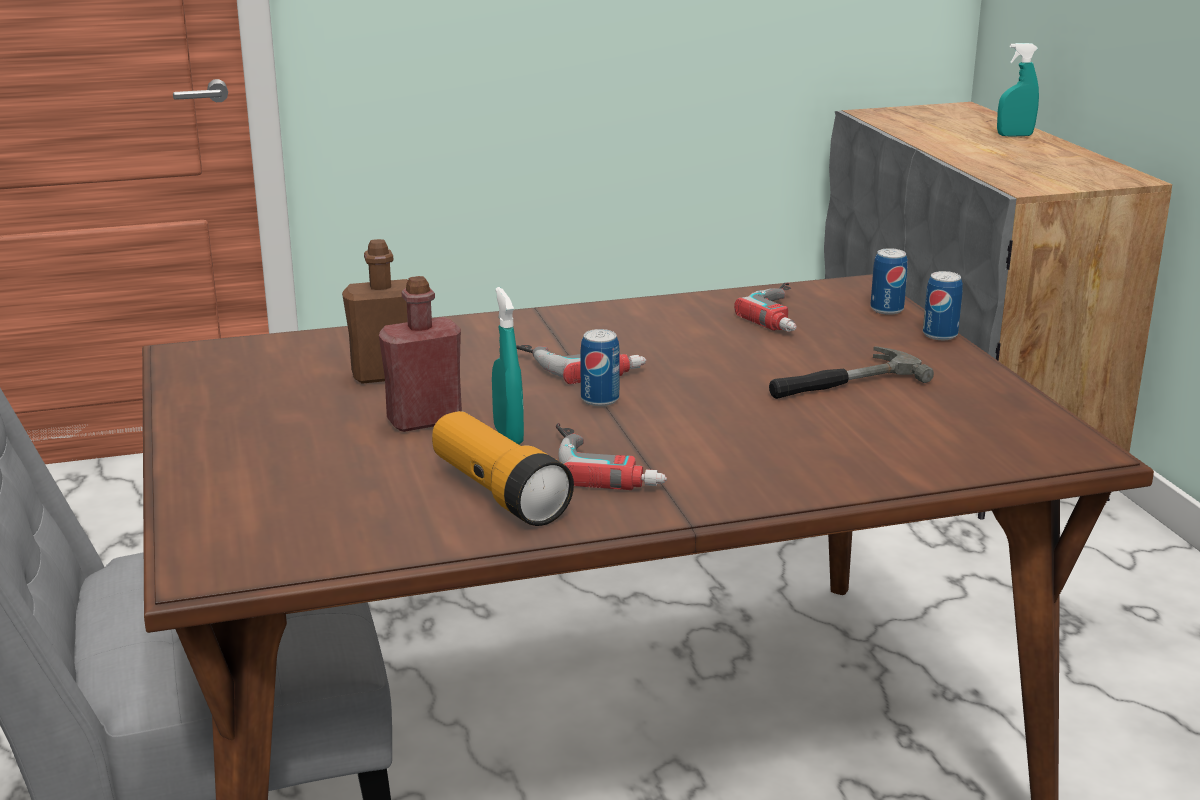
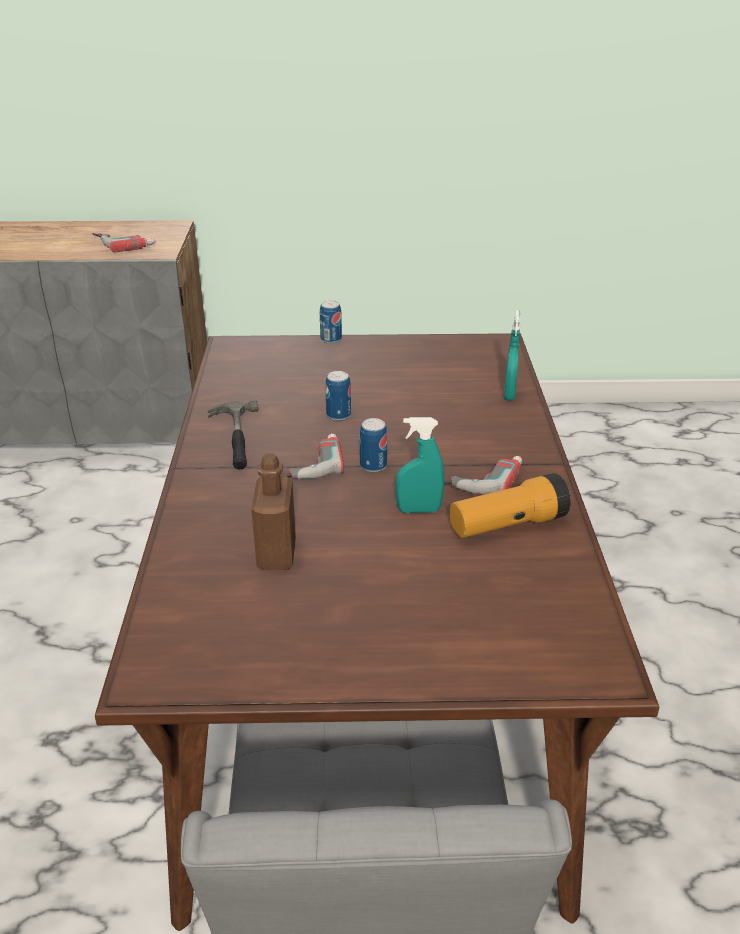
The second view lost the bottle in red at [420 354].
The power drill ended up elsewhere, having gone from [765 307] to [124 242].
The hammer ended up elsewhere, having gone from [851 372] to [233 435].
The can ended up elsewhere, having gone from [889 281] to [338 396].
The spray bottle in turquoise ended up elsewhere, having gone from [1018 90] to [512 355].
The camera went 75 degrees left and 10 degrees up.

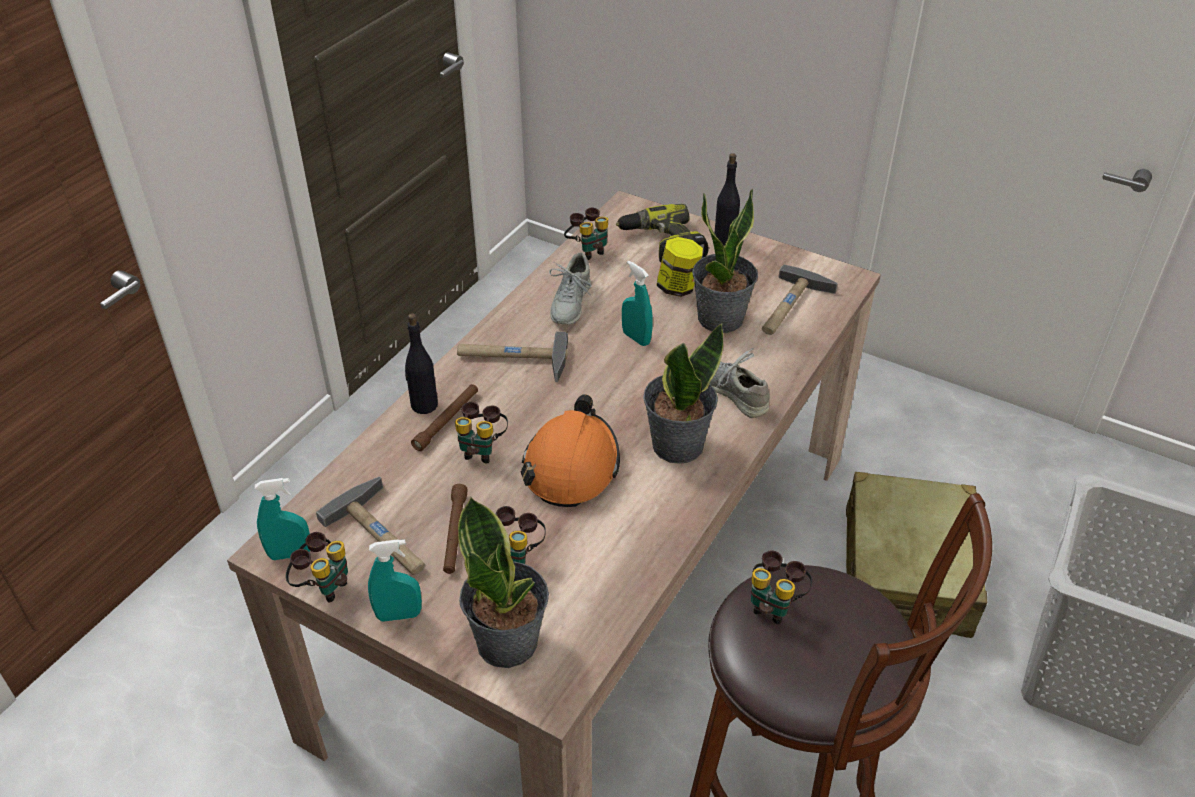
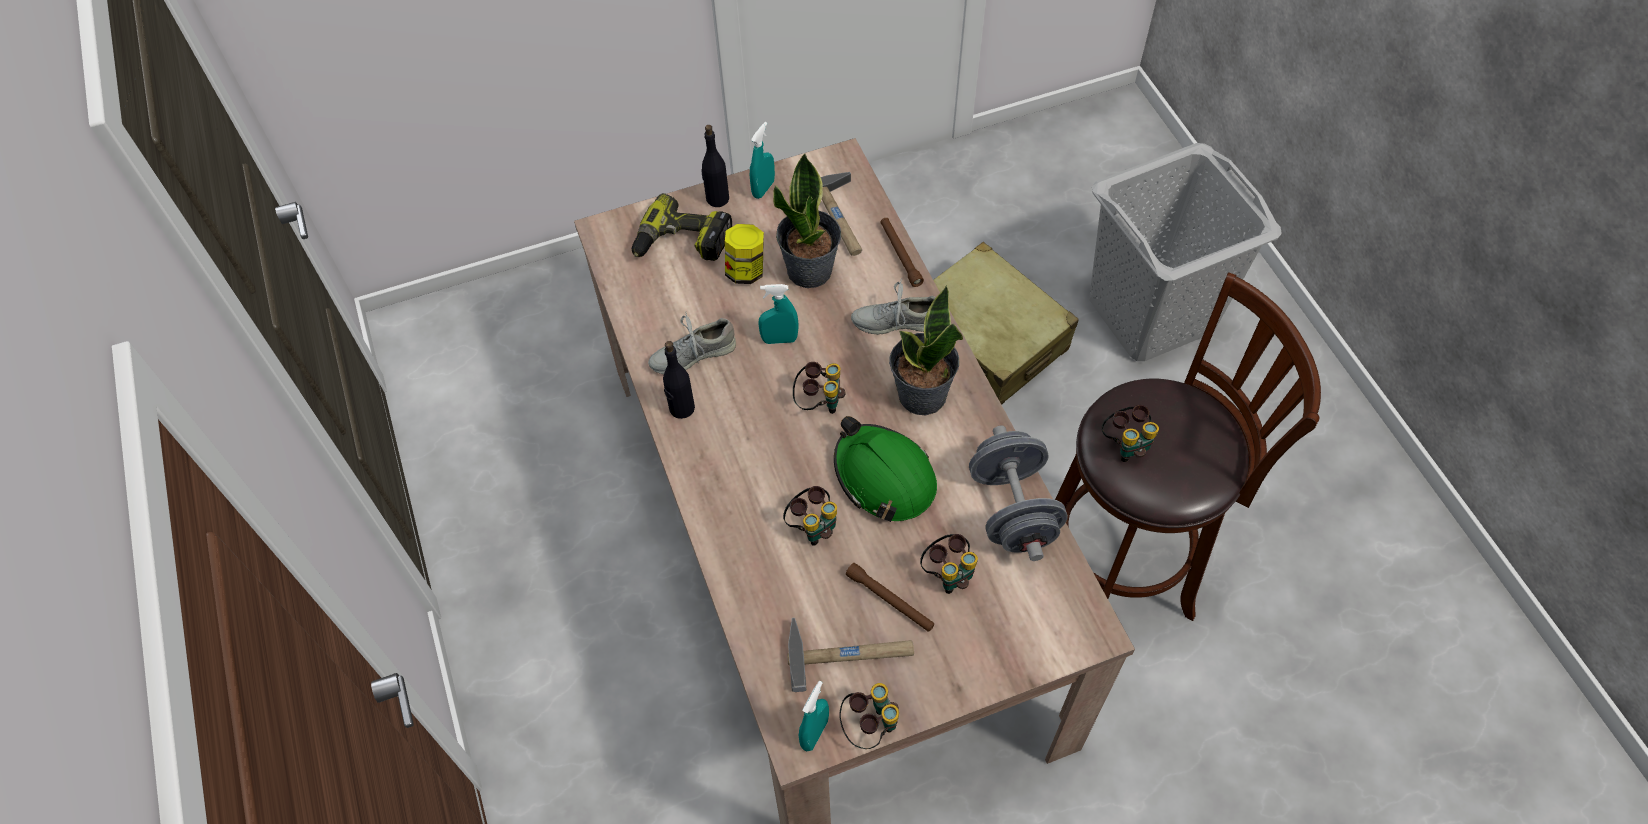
The second view lost the hammer at [512 356].
The second view lost the potted plant at [503 582].
The second view gained the dumbbell in grey at [1018 493].
The spray bottle in turquoise ended up elsewhere, having gone from [395 580] to [762 160].
The bottle in black ended up elsewhere, having gone from [421 363] to [679 380].
The flashlight in brown ended up elsewhere, having gone from [444 417] to [902 252].
The binoculars ended up elsewhere, having gone from [586 234] to [819 388].
What was the hard hat in orange at [570 450] turned into the hard hat in green at [885 469].
The shoe in grey at [570 288] ended up facing another way, 105 degrees clockwise from before.
The camera went 50 degrees left and 15 degrees up.

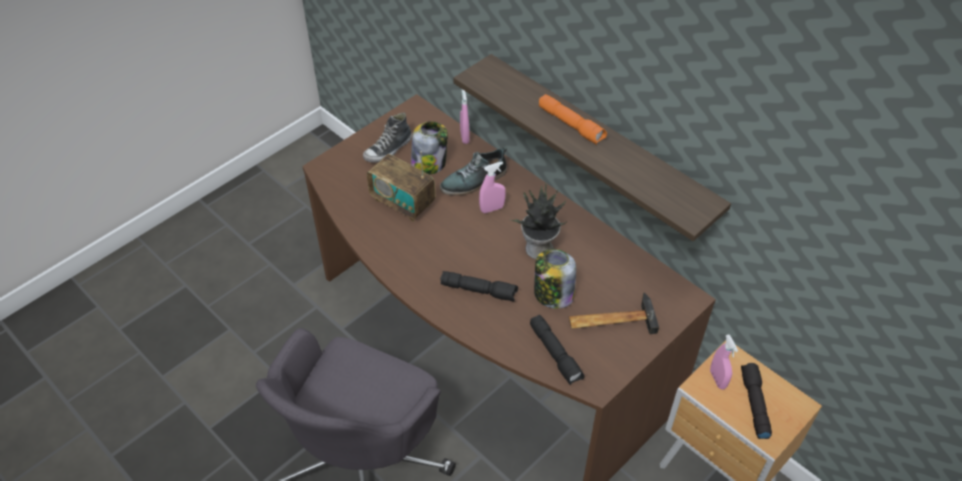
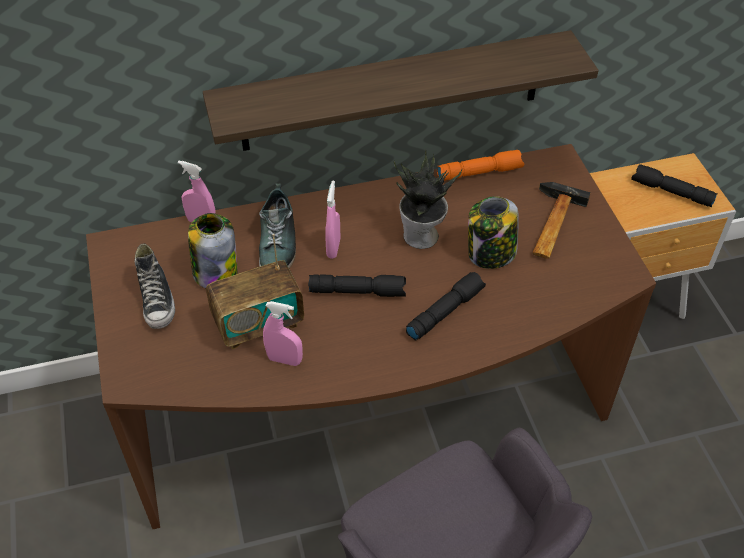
The flashlight in black ended up elsewhere, having gone from [557 350] to [357 285].
The flashlight in orange ended up elsewhere, having gone from [573 119] to [480 165].
The spray bottle in pink ended up elsewhere, having gone from [724 362] to [283 333].
The camera went 60 degrees left and 0 degrees up.

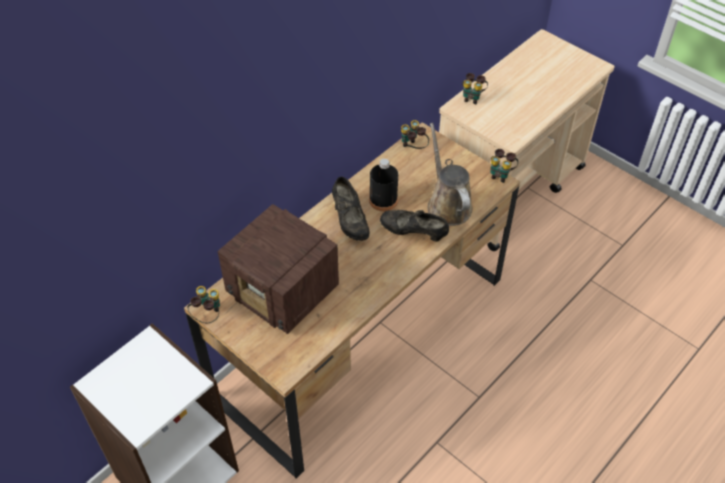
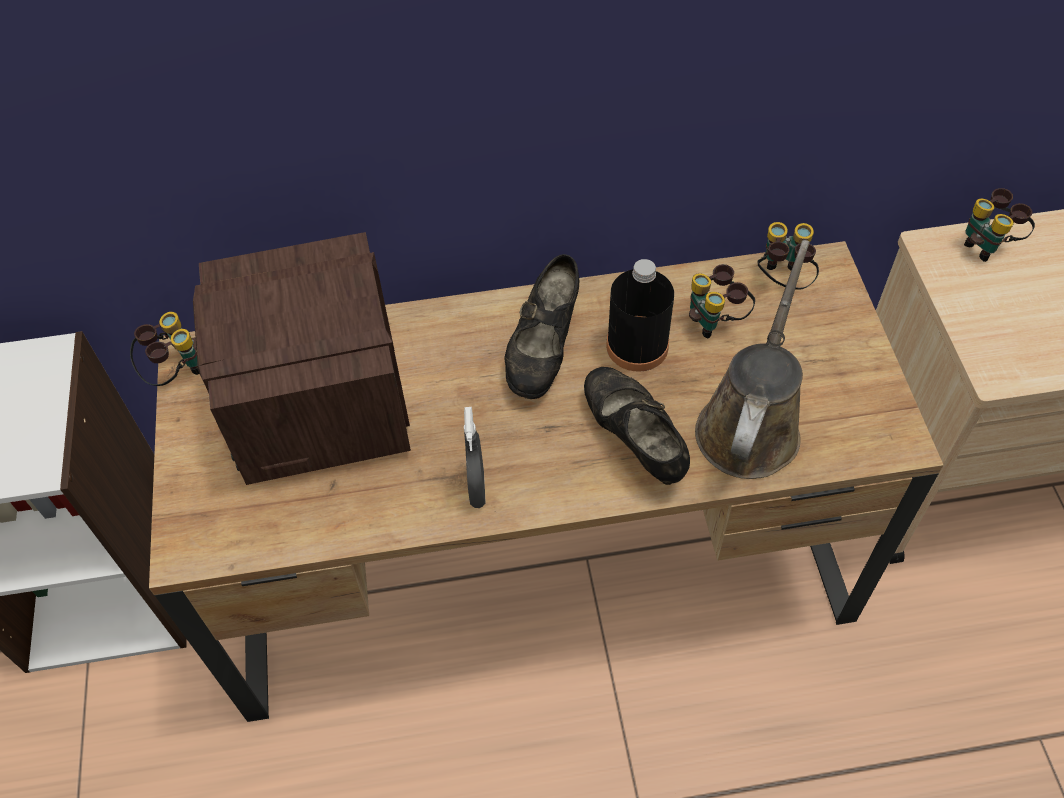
The second view gained the spray bottle in grey at [475 457].
The binoculars ended up elsewhere, having gone from [504 166] to [722 301].
The camera went 40 degrees right and 5 degrees up.

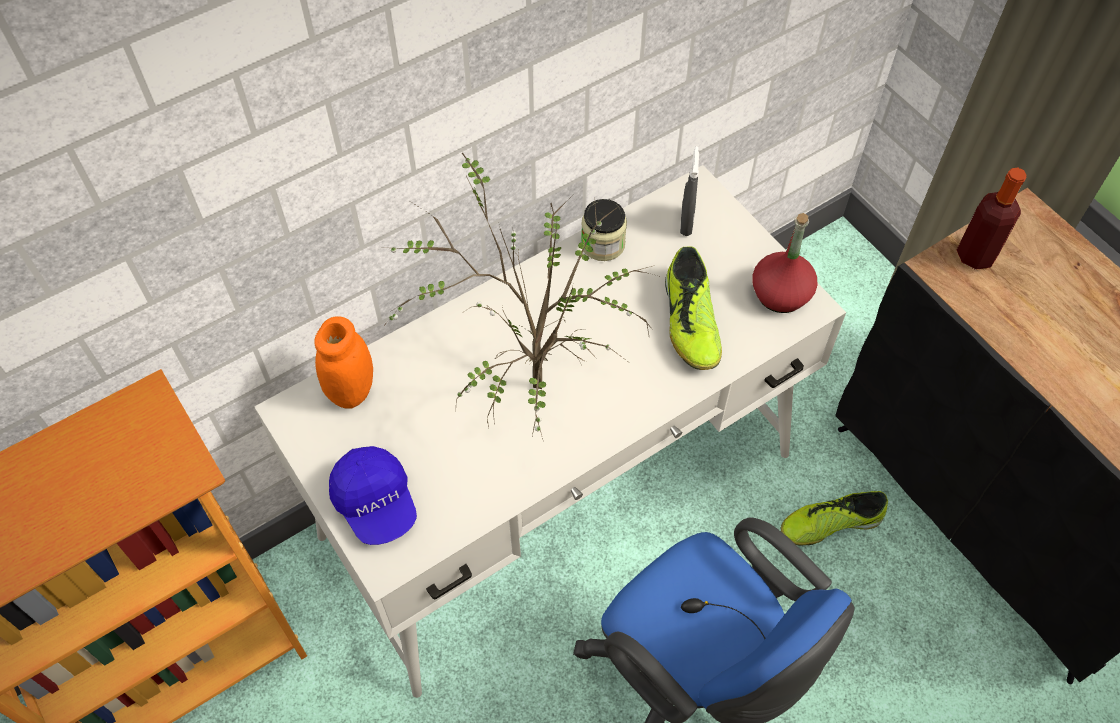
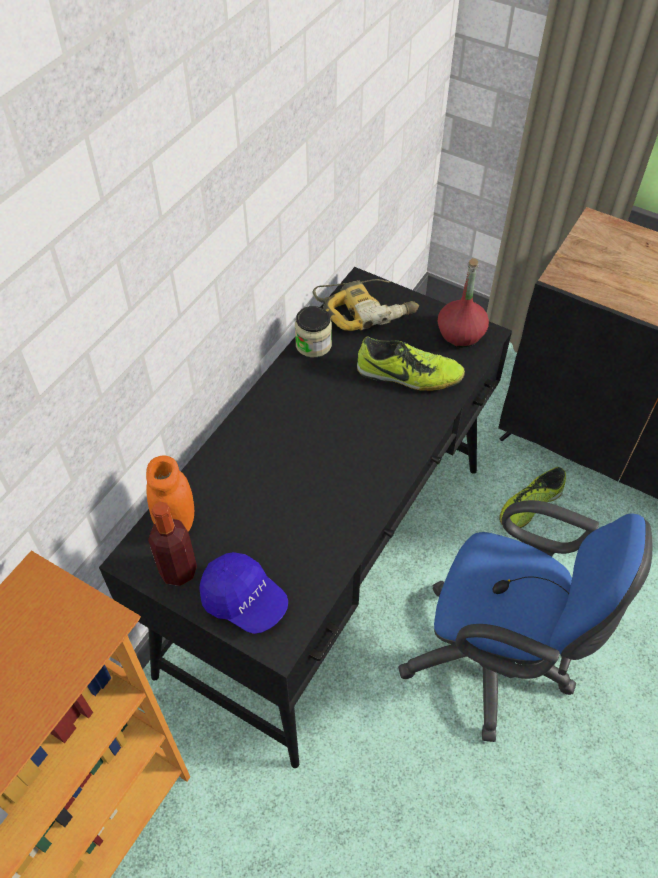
The second view lost the potted plant at [522 295].
The bottle ended up elsewhere, having gone from [992 219] to [172 544].
Where the spray bottle in grey stood at [689 191], the power drill came to stand at [365 305].
What was the desk in white at [550 431] turned into the desk in black at [305 517].
The shoe at [693 308] ended up facing another way, 45 degrees counterclockwise from before.
The camera went 25 degrees left and 5 degrees down.

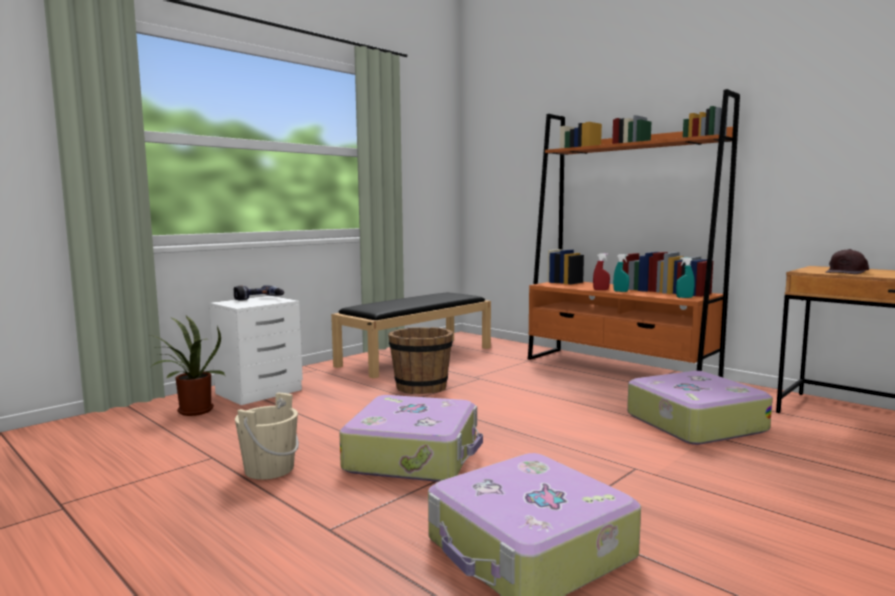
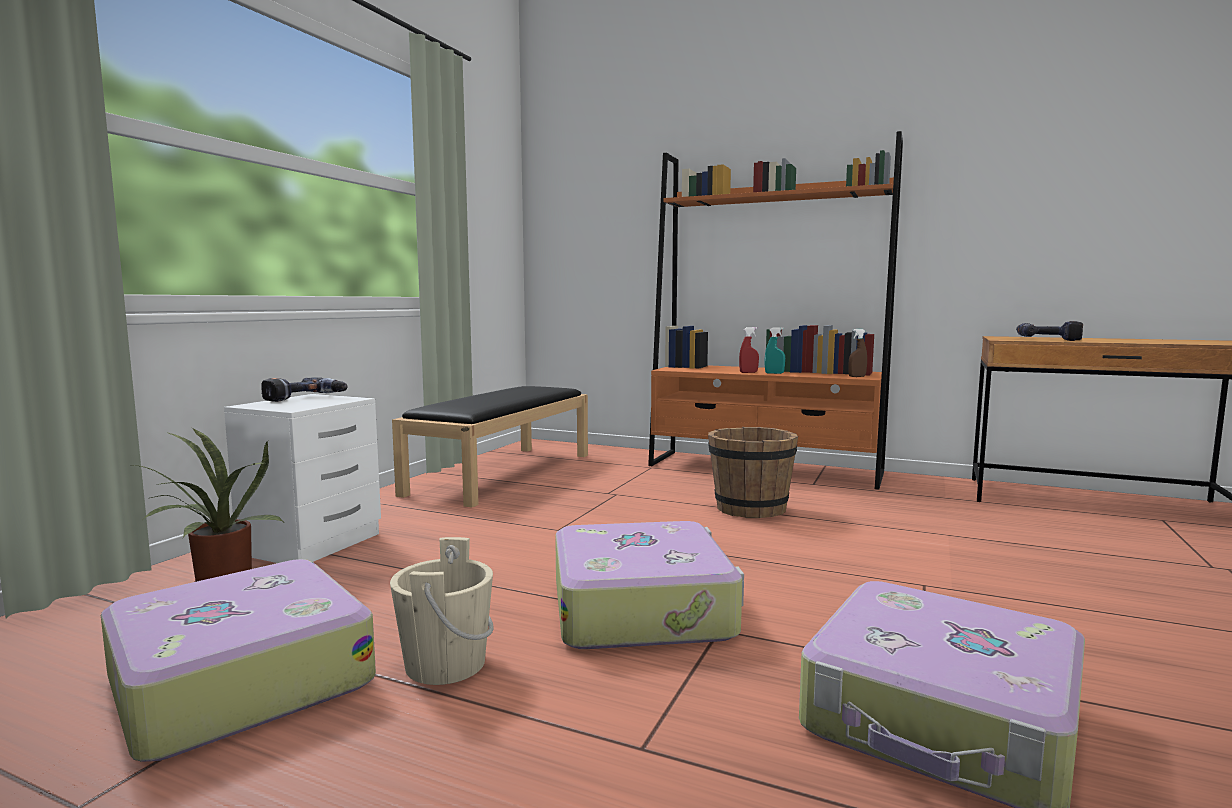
The bucket in brown ended up elsewhere, having gone from [420 360] to [753 472].
The suitcase ended up elsewhere, having gone from [699 408] to [238 660].
Where the cap in brown stood at [847 261], the power drill came to stand at [1049 331].
What was the spray bottle in turquoise at [685 277] turned into the spray bottle in brown at [857 353].
The camera went 20 degrees left and 0 degrees up.

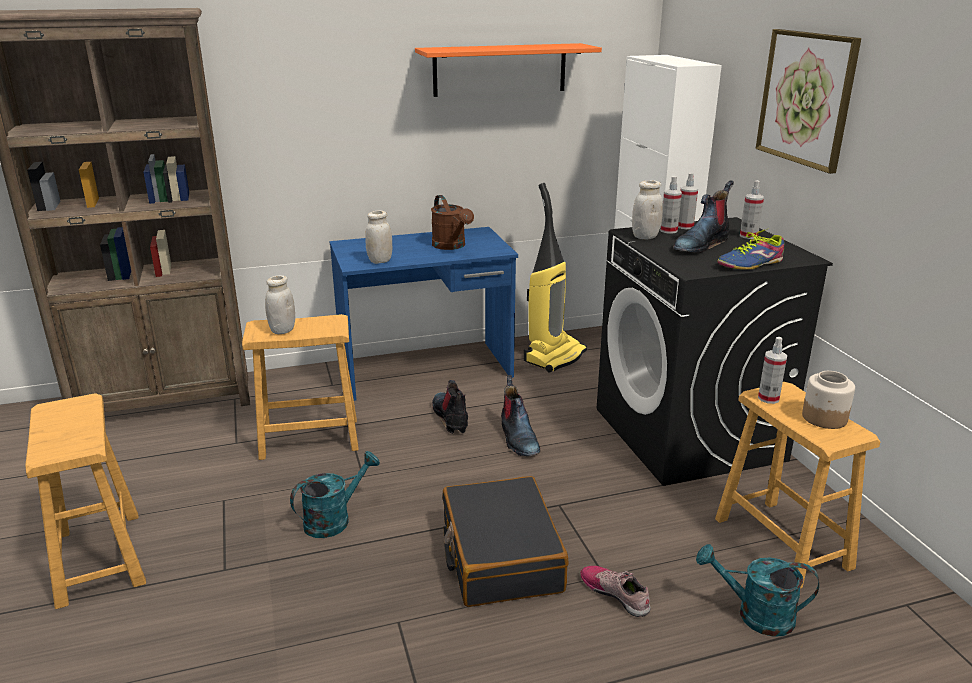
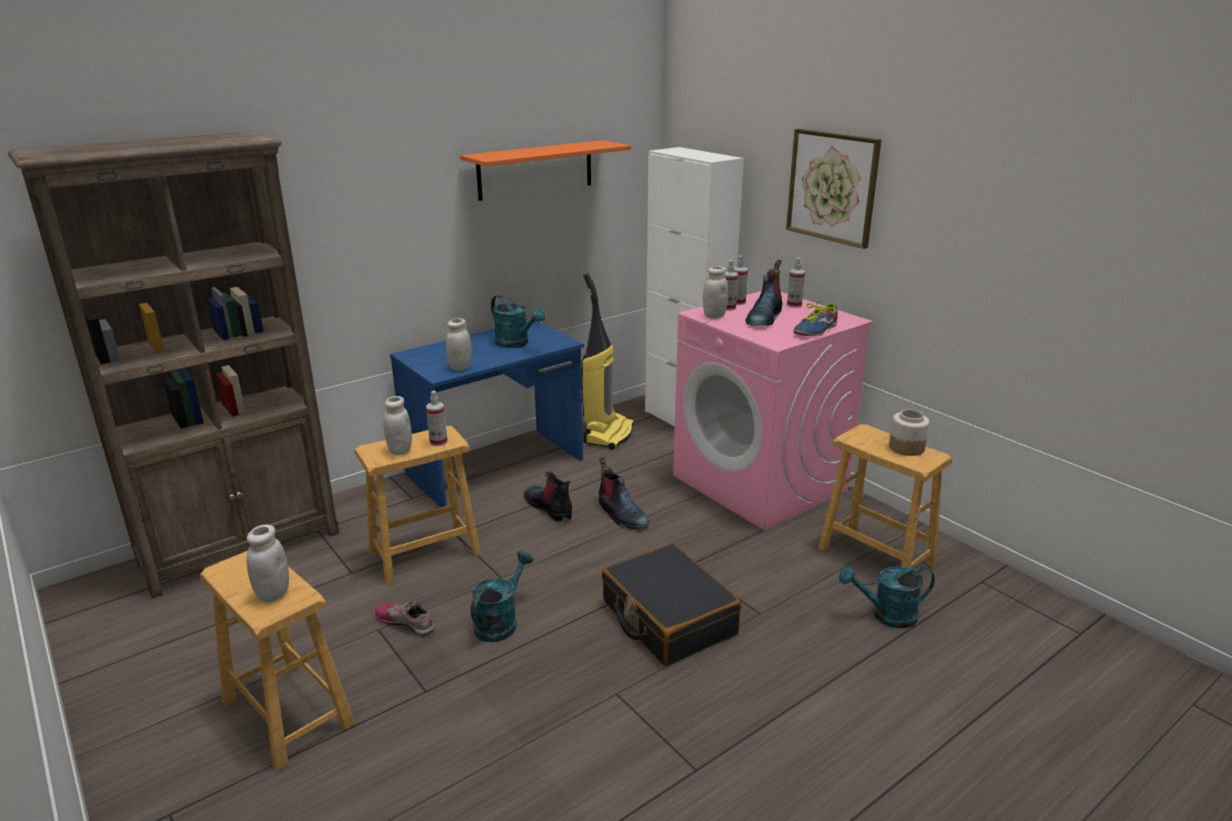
The second view gained the jar in white at [267 563].
The shoe ended up elsewhere, having gone from [615 591] to [405 618].
The spray bottle ended up elsewhere, having gone from [772 370] to [436 418].
What was the watering can in brown at [452 222] turned into the watering can in turquoise at [518 321].
What was the washing machine in black at [715 351] turned into the washing machine in pink at [773 410].
The camera went 20 degrees left and 0 degrees up.

